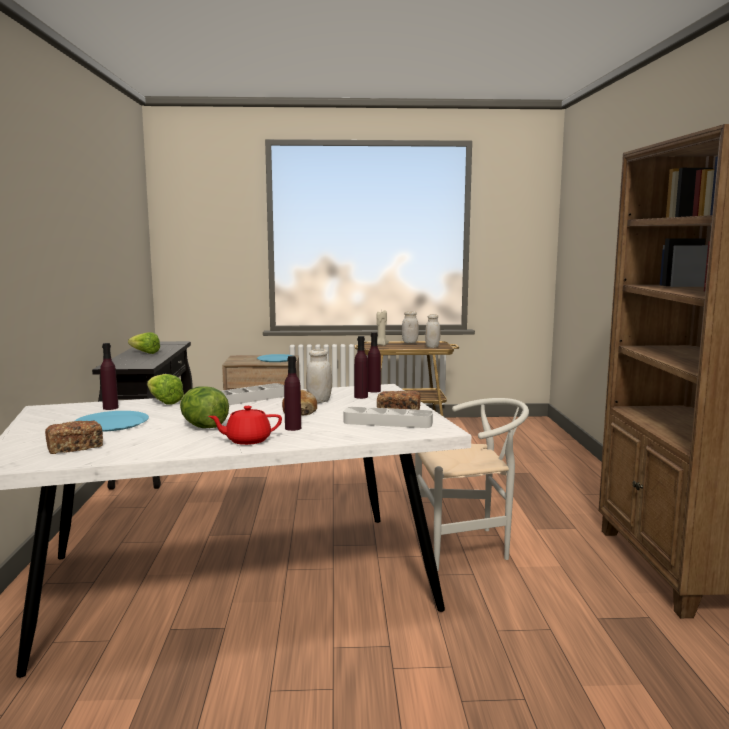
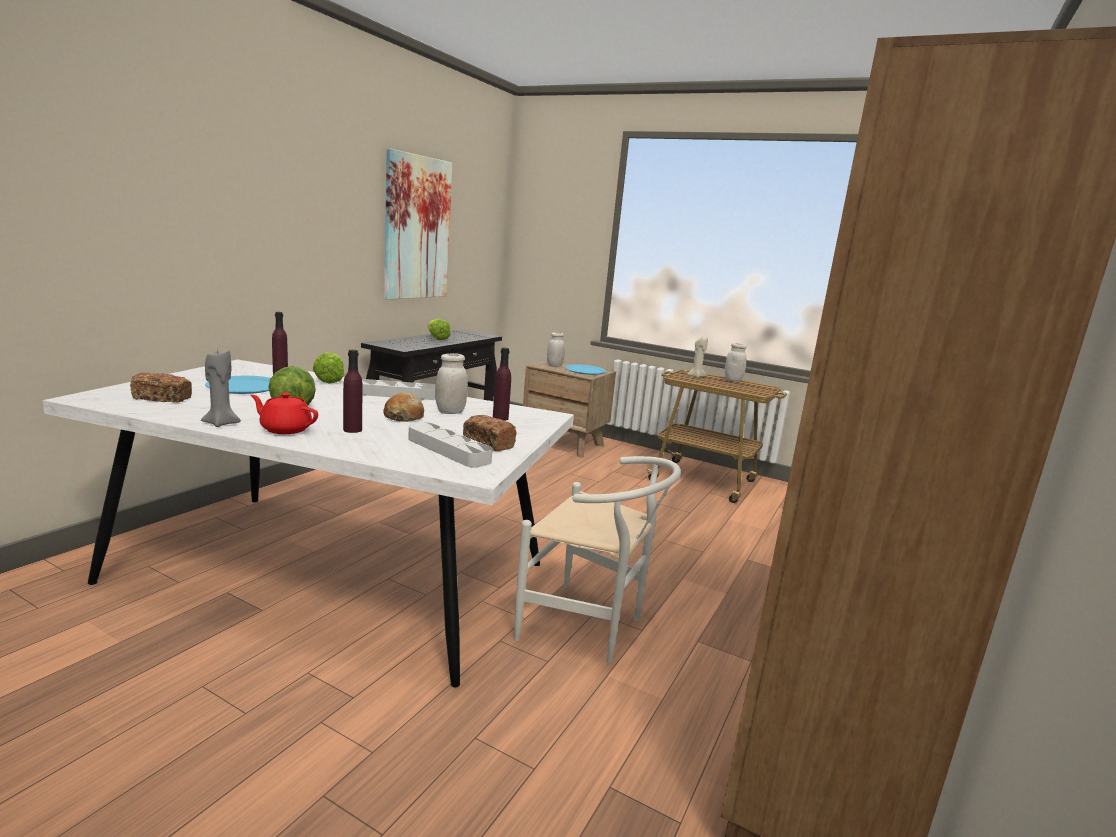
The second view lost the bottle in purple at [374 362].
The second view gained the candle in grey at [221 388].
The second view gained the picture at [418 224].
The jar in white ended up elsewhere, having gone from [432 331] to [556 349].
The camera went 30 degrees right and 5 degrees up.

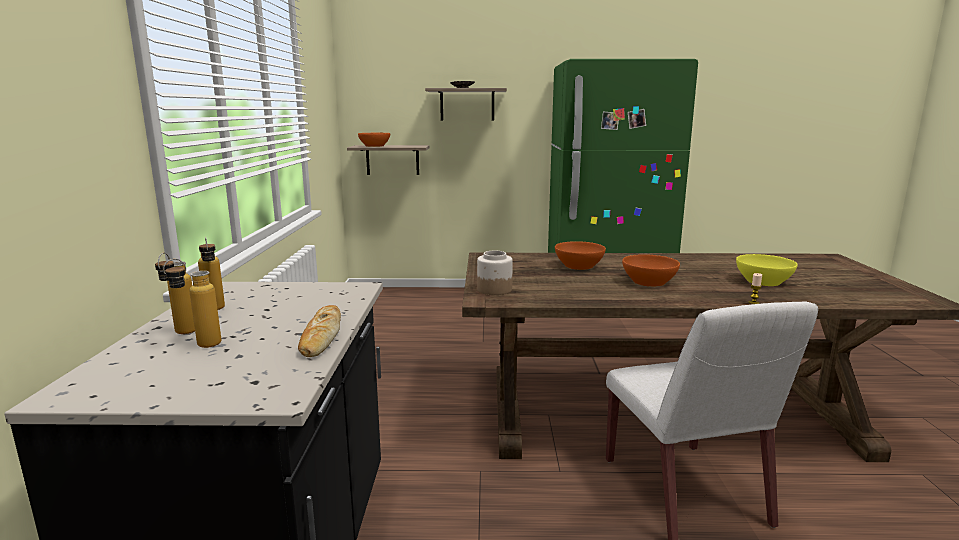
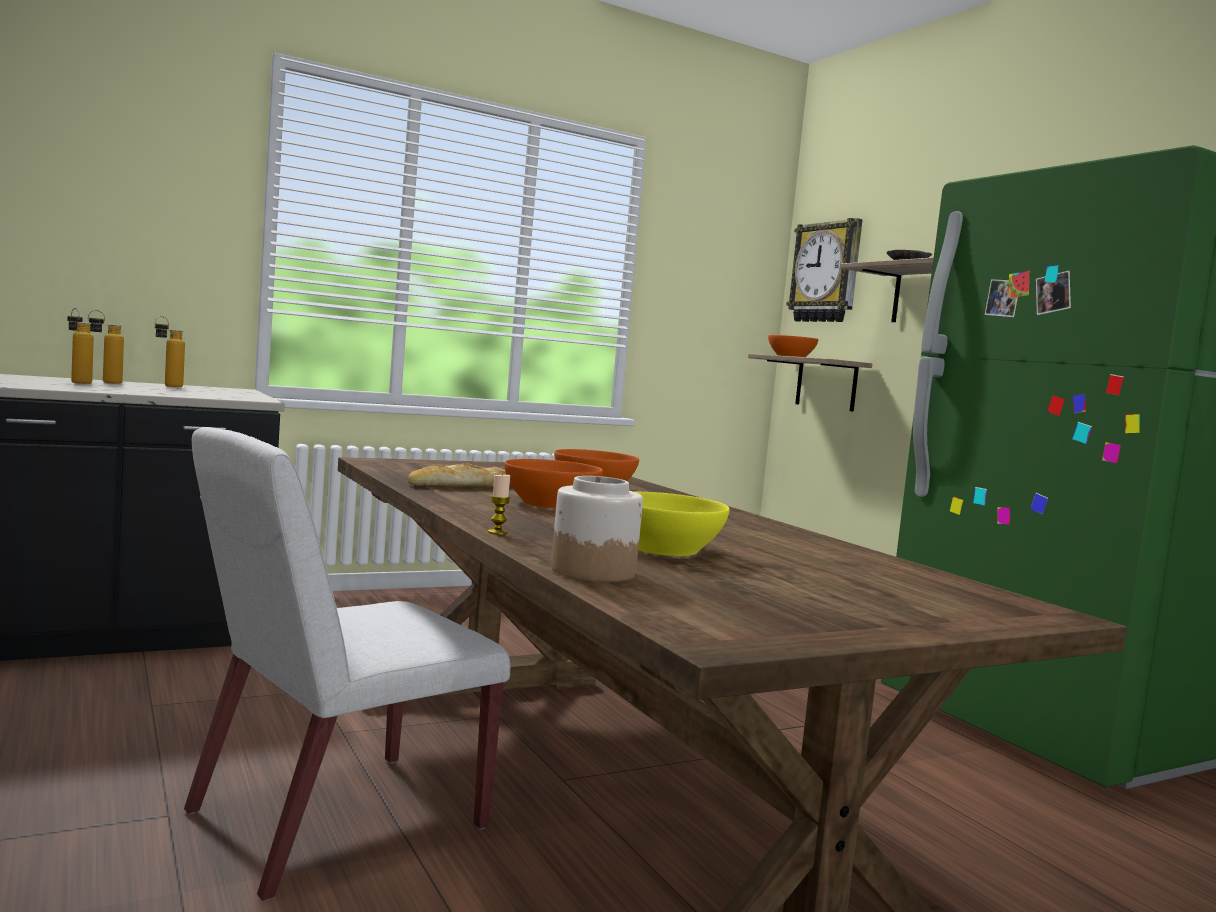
The second view gained the wall clock at [824 270].
The bread ended up elsewhere, having gone from [319 331] to [459 475].
The jar ended up elsewhere, having gone from [495 273] to [597 529].
The camera went 60 degrees right and 10 degrees down.

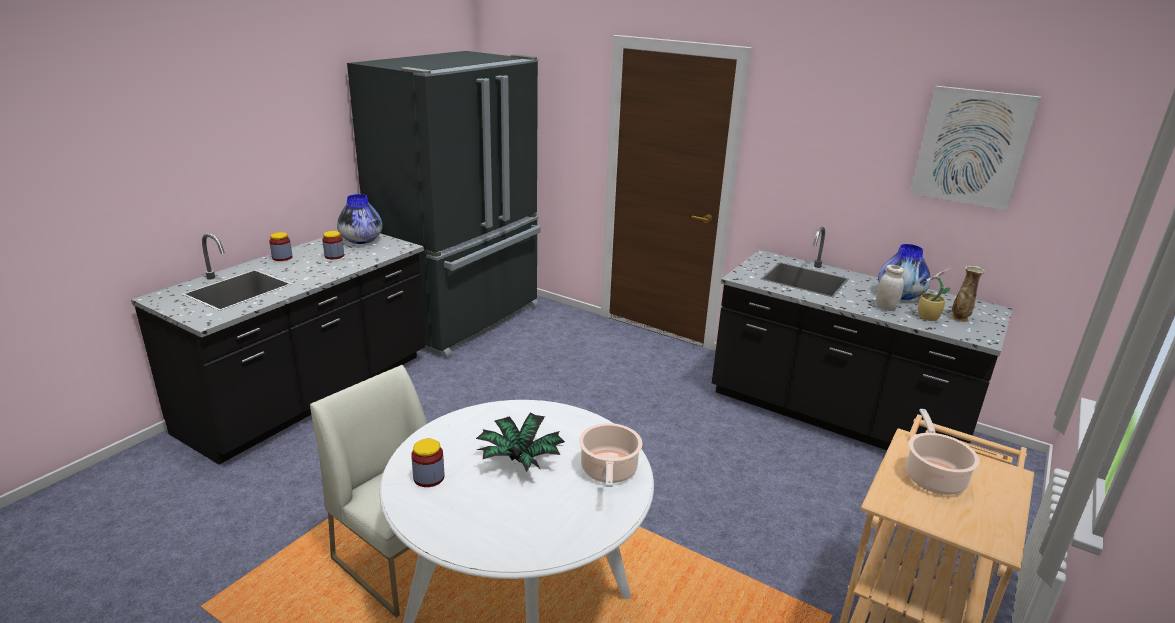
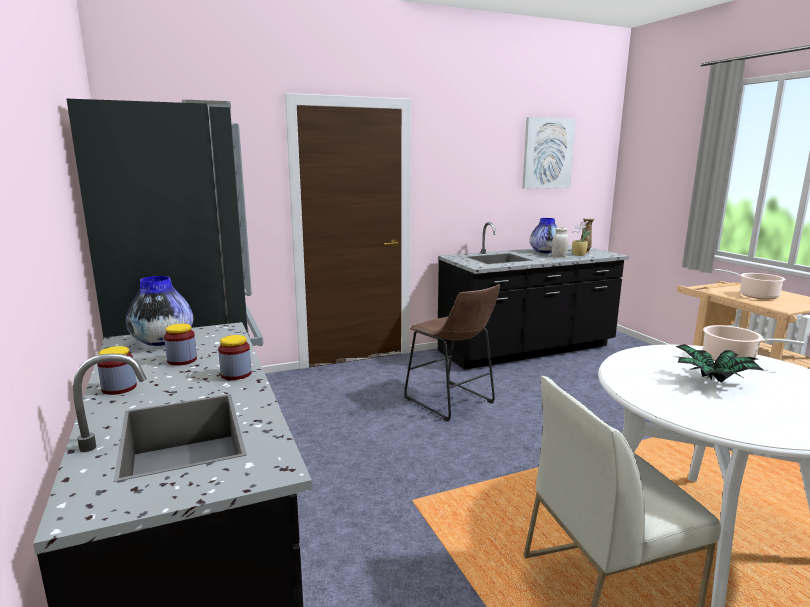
The second view gained the stool in brown at [452 352].
The jar ended up elsewhere, having gone from [427 463] to [235 357].
The camera went 55 degrees left and 10 degrees down.

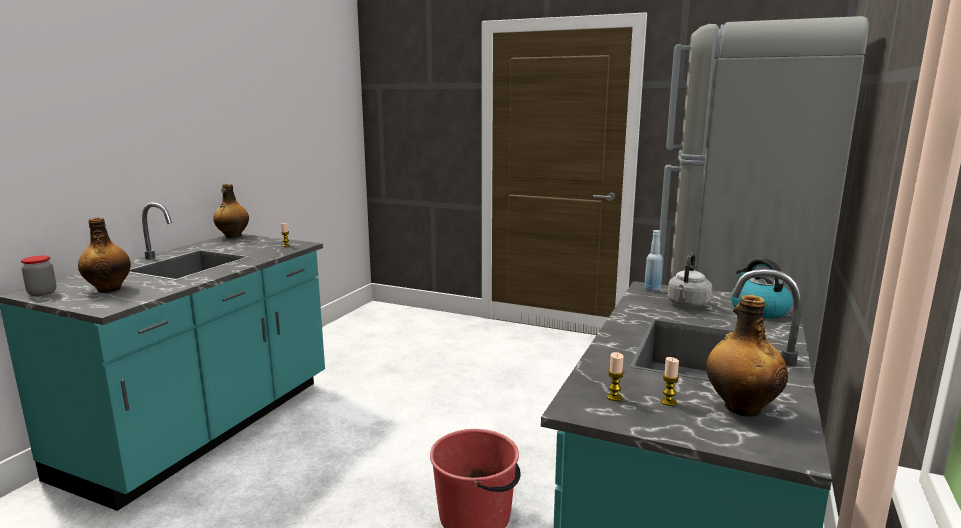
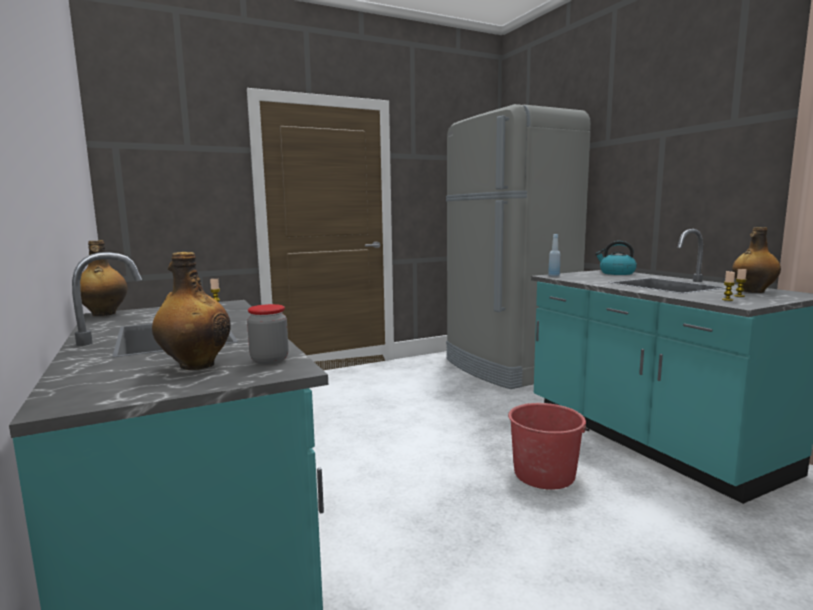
The second view lost the kettle in grey at [689 280].
The jar ended up elsewhere, having gone from [39 275] to [268 334].
The camera went 50 degrees left and 5 degrees down.

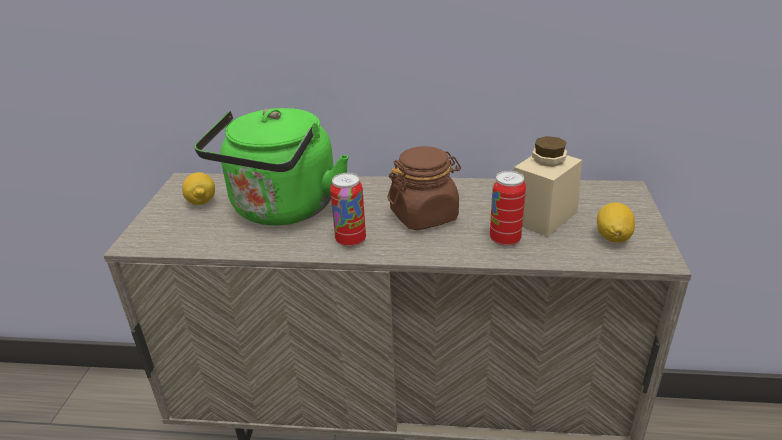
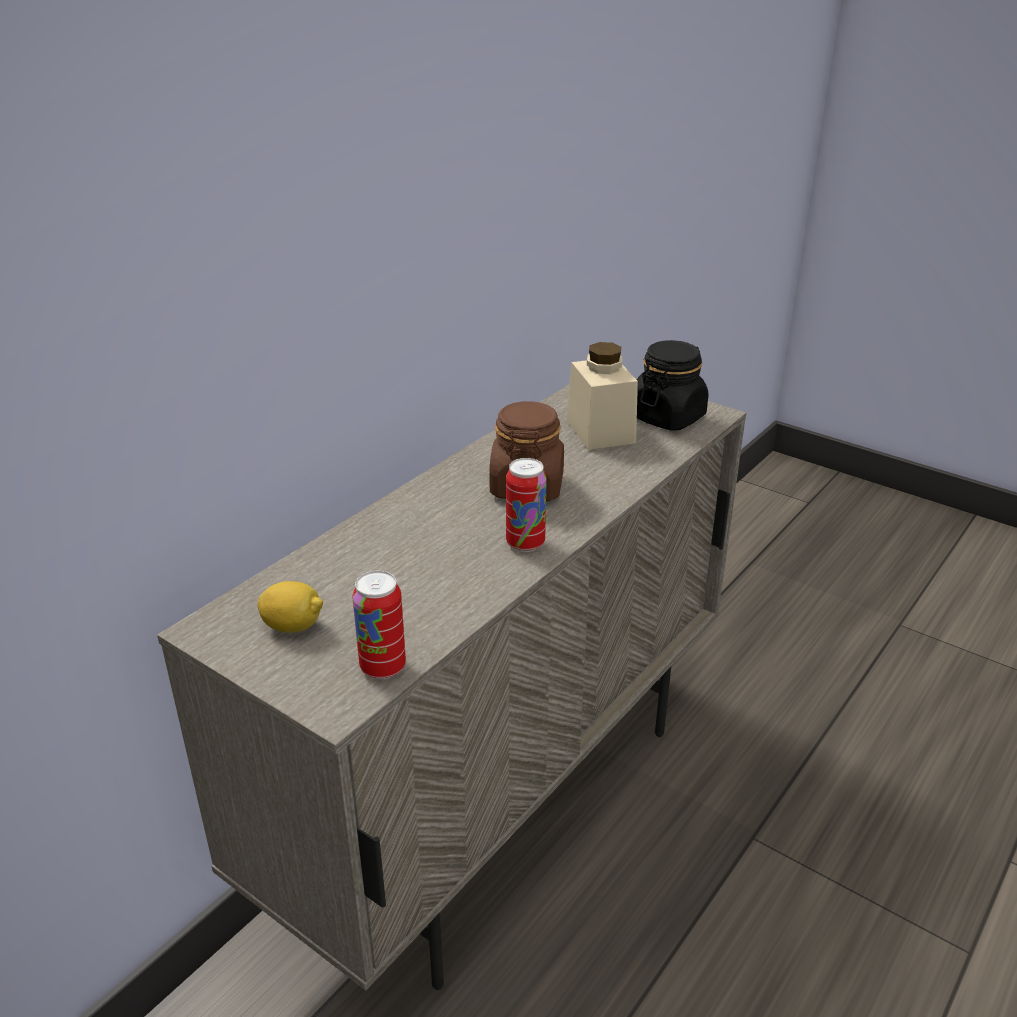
The second view lost the kettle in green at [271 166].
The can ended up elsewhere, having gone from [508 209] to [379 625].
Where the lemon stood at [616 223], the jar in black came to stand at [673 385].
The camera went 60 degrees left and 0 degrees up.

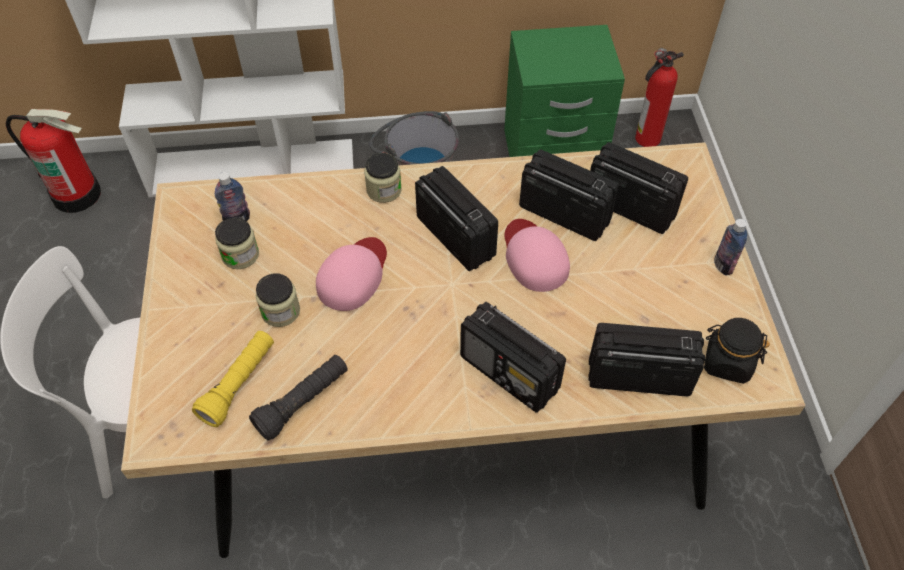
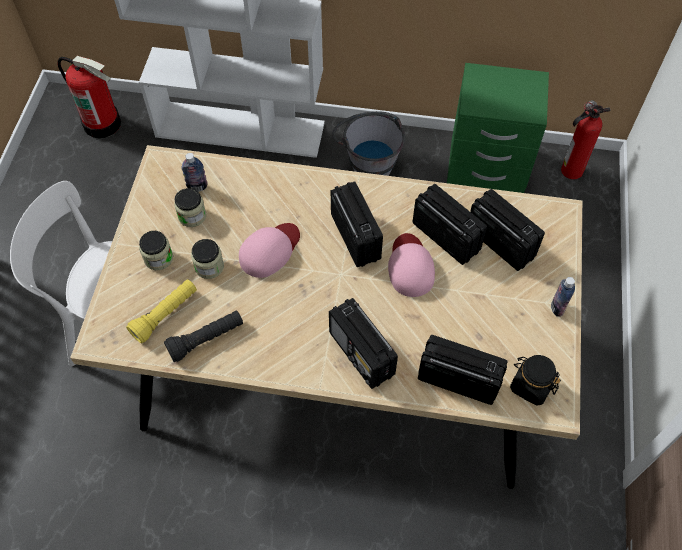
The jar ended up elsewhere, having gone from [383 178] to [156 250].
The camera went 15 degrees right and 5 degrees up.

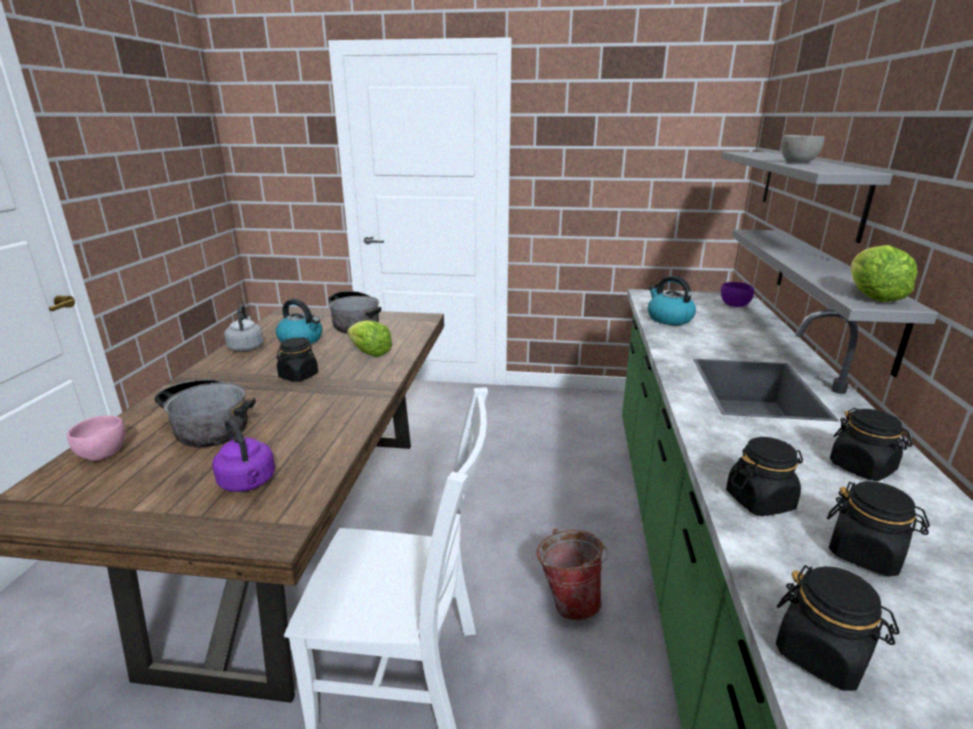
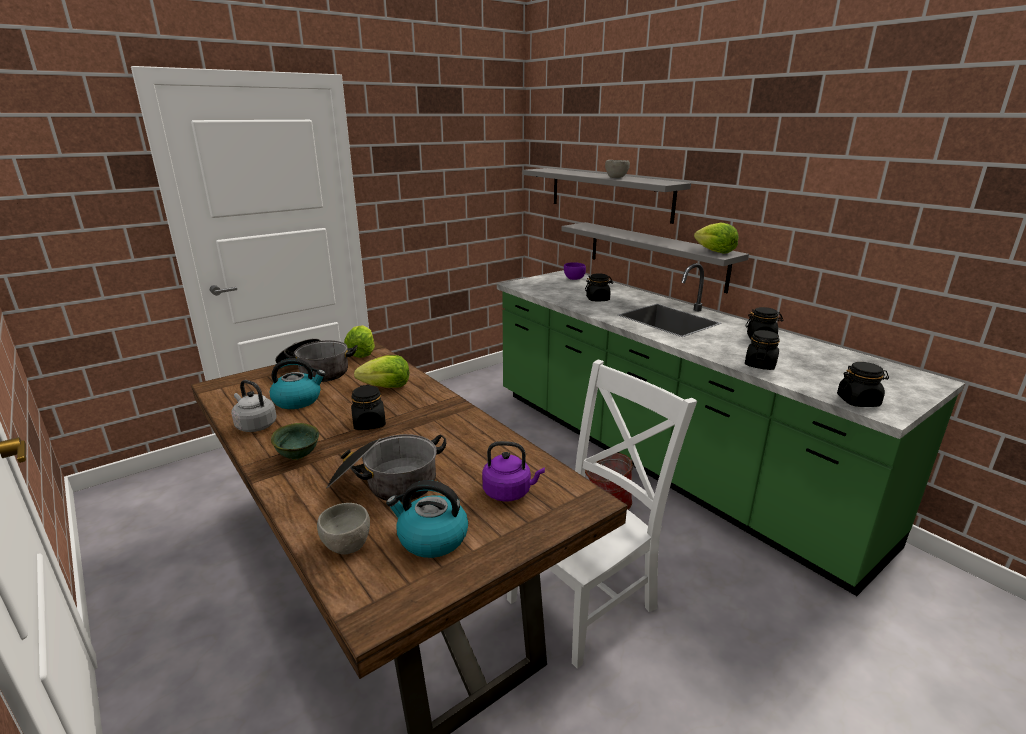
The second view gained the bowl in green at [295 441].
The second view gained the lettuce at [359 341].
The kettle ended up elsewhere, having gone from [672 300] to [427 519].
The jar in black ended up elsewhere, having gone from [878 528] to [599 288].
What was the bowl in pink at [96 438] turned into the bowl in grey at [343 529].
The camera went 45 degrees left and 0 degrees up.

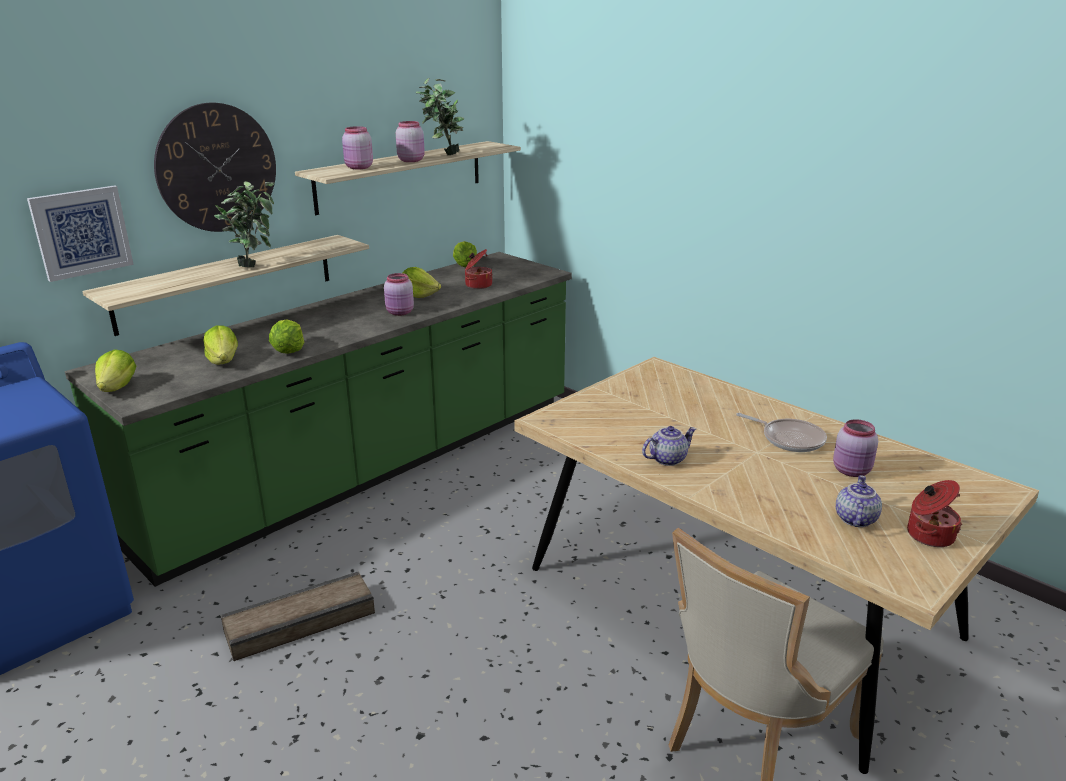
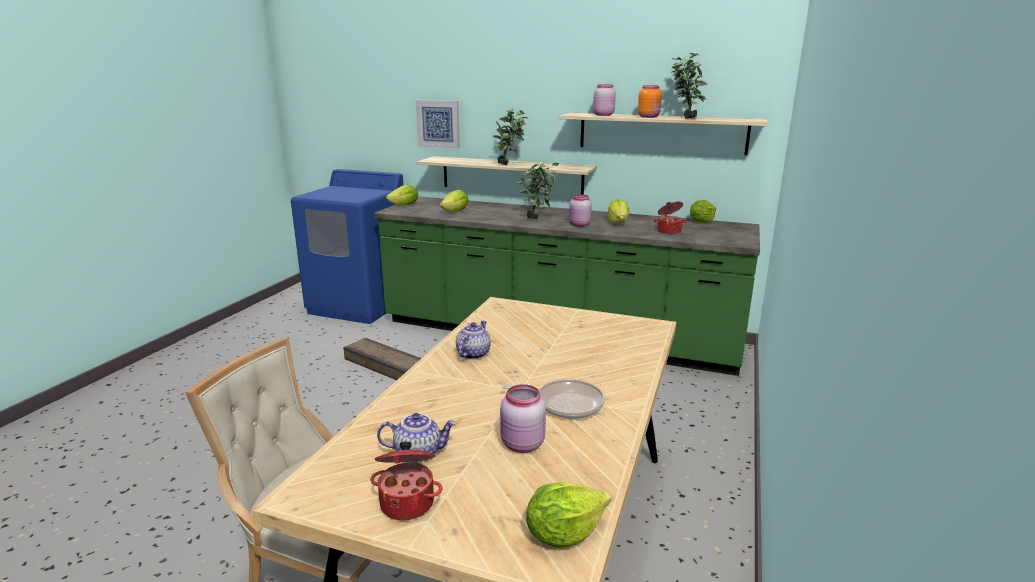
The second view lost the wall clock at [215 167].
The second view gained the potted plant at [538 190].
The lettuce ended up elsewhere, having gone from [286 336] to [568 514].
What was the jar in pink at [410 141] turned into the jar in orange at [650 101].
The teapot at [669 446] ended up facing another way, 105 degrees counterclockwise from before.
The frying pan at [781 432] ended up facing another way, 90 degrees counterclockwise from before.
The camera went 65 degrees right and 5 degrees down.

